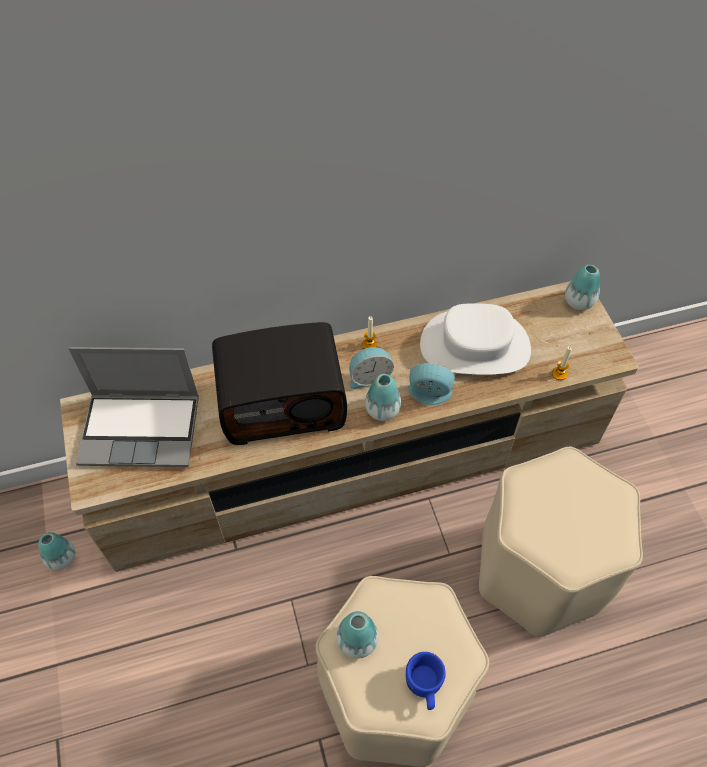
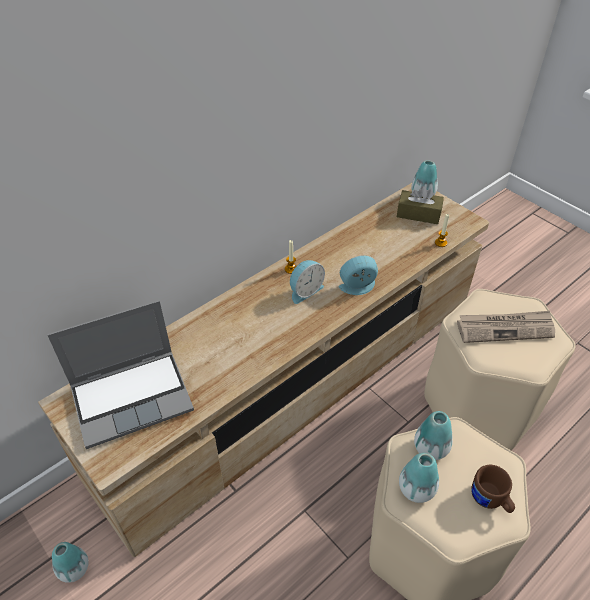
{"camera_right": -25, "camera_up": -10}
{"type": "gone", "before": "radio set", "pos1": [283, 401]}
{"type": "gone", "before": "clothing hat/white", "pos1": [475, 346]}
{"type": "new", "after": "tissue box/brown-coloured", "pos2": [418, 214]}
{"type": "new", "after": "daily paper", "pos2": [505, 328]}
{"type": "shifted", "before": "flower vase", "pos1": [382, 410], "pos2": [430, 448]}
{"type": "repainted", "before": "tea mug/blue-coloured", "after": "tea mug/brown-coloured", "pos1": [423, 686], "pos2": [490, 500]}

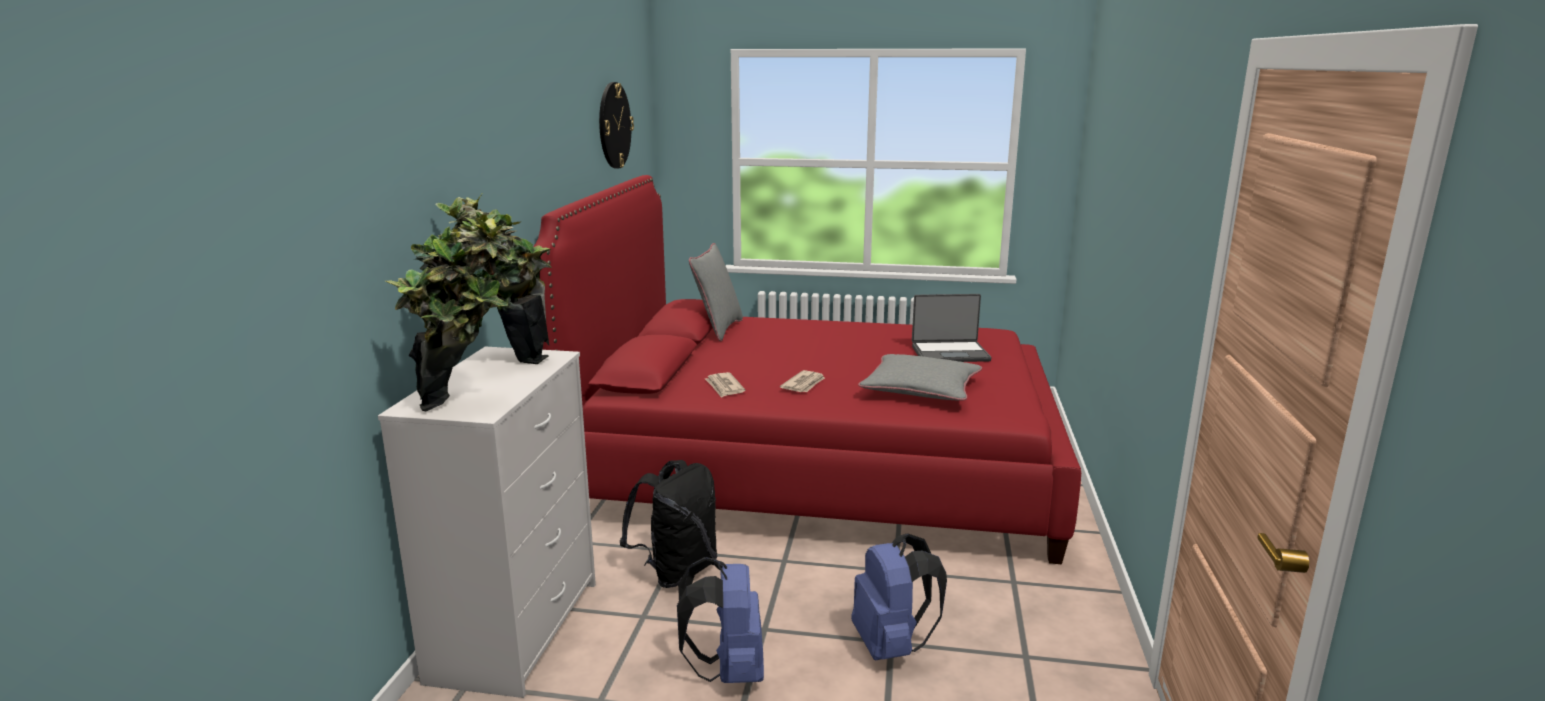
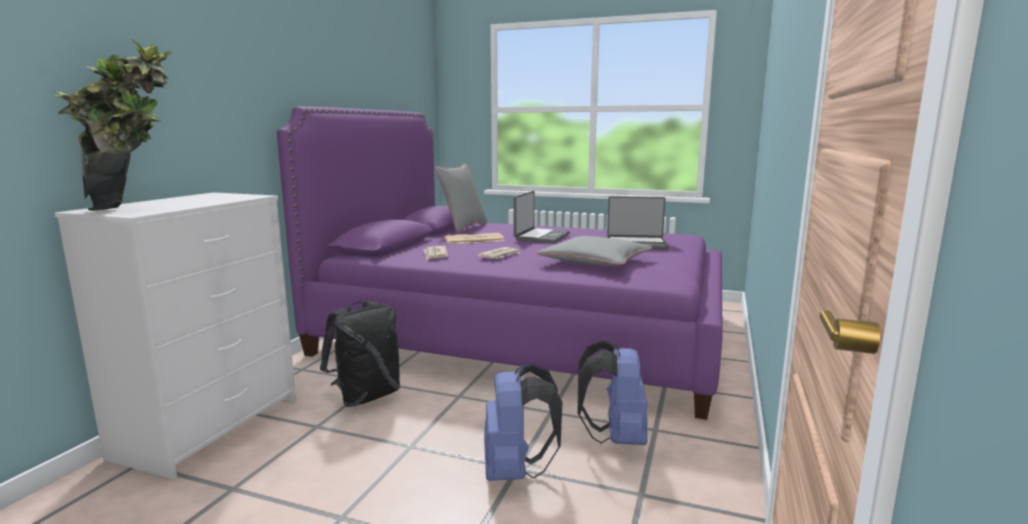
{"camera_right": 10, "camera_up": -5}
{"type": "gone", "before": "plant in a pot", "pos1": [508, 359]}
{"type": "gone", "before": "clock on the wall", "pos1": [614, 125]}
{"type": "new", "after": "daily paper", "pos2": [473, 239]}
{"type": "new", "after": "portable computer", "pos2": [541, 237]}
{"type": "shifted", "before": "knapsack/blue-coloured", "pos1": [728, 671], "pos2": [615, 438]}
{"type": "repainted", "before": "sleeping bed/red", "after": "sleeping bed/purplish", "pos1": [818, 464], "pos2": [526, 333]}

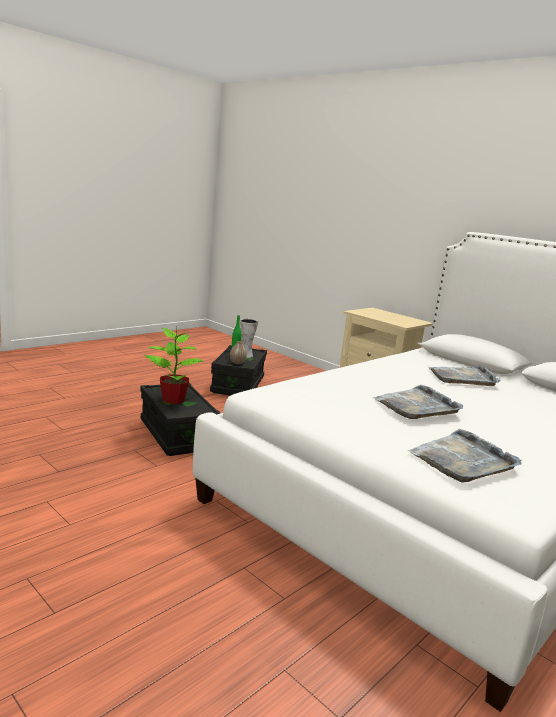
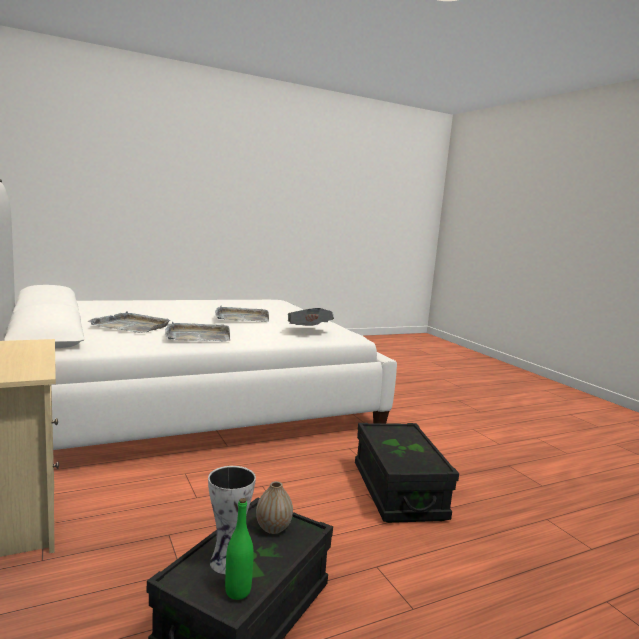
{"camera_right": -160, "camera_up": -5}
{"type": "gone", "before": "plant in a pot", "pos1": [174, 400]}
{"type": "new", "after": "daily paper", "pos2": [309, 330]}
{"type": "shifted", "before": "tray/greyish", "pos1": [463, 460], "pos2": [197, 336]}

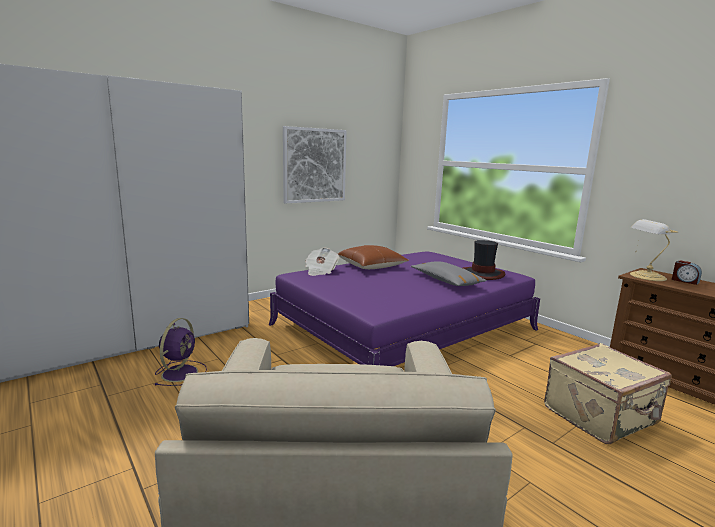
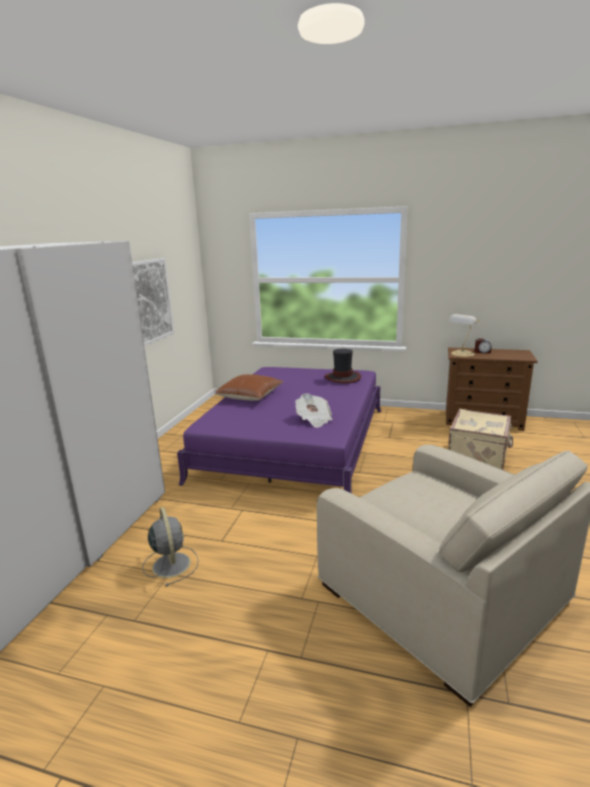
{"camera_right": -35, "camera_up": 5}
{"type": "gone", "before": "cushion/greyish", "pos1": [446, 281]}
{"type": "shifted", "before": "daily paper", "pos1": [320, 271], "pos2": [314, 420]}
{"type": "repainted", "before": "cooling fan/purplish", "after": "cooling fan/greyish", "pos1": [181, 372], "pos2": [171, 564]}

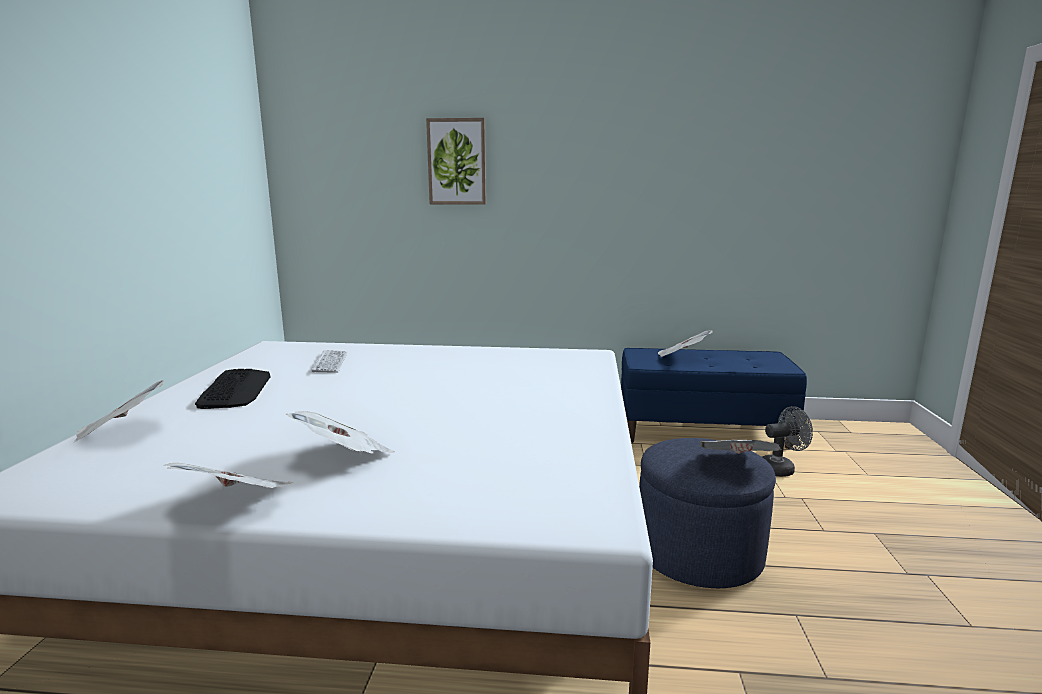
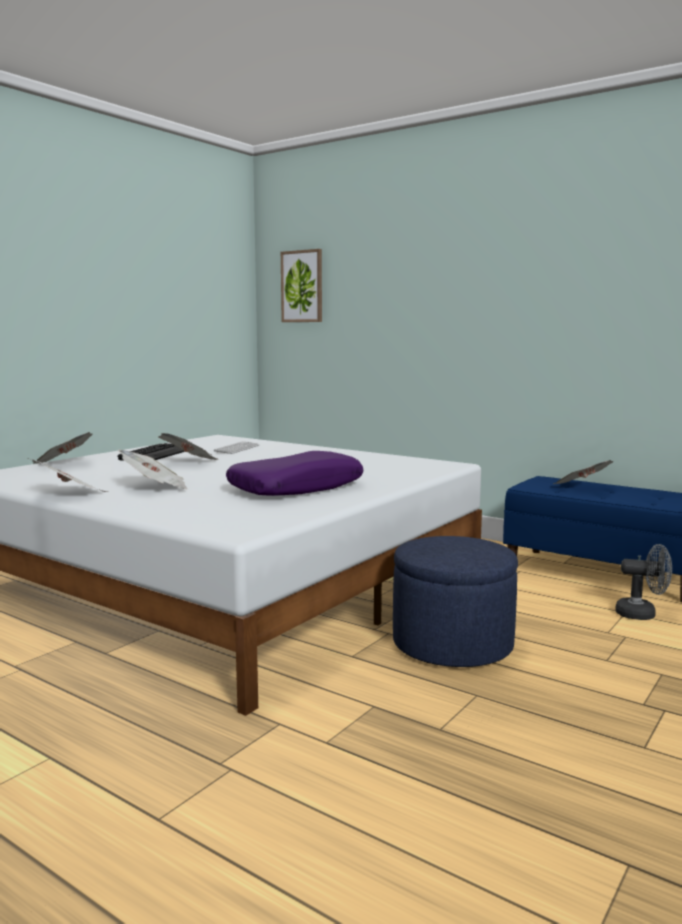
{"camera_right": 30, "camera_up": -5}
{"type": "new", "after": "cushion/purplish", "pos2": [296, 488]}
{"type": "shifted", "before": "wall picture", "pos1": [457, 162], "pos2": [302, 286]}
{"type": "shifted", "before": "daily paper", "pos1": [736, 466], "pos2": [189, 462]}

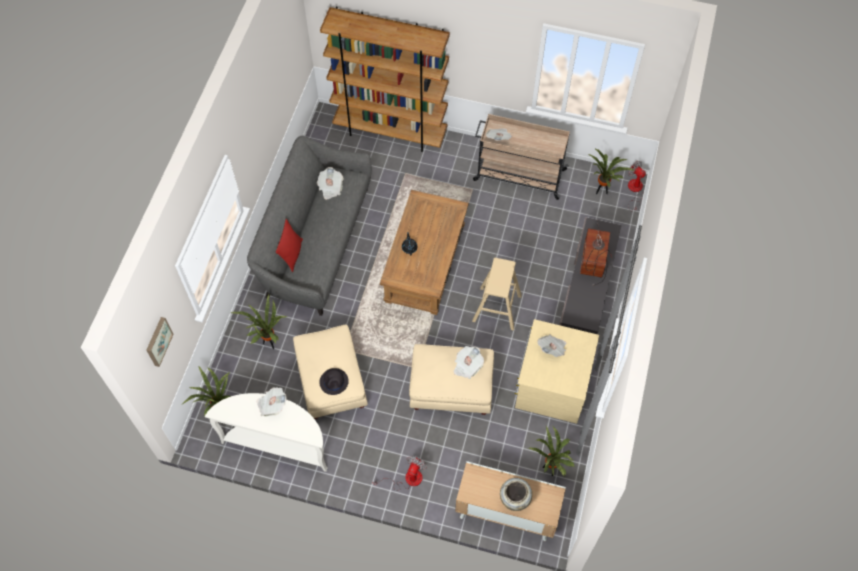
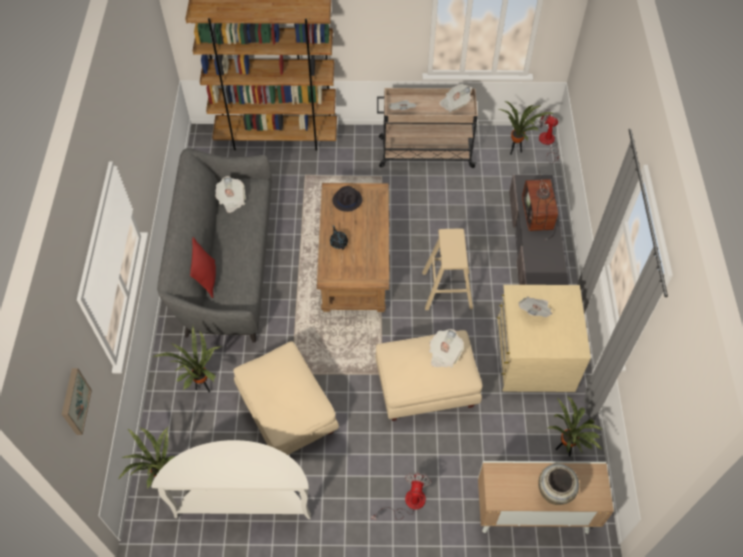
{"camera_right": -15, "camera_up": -5}
{"type": "shifted", "before": "daily paper", "pos1": [272, 405], "pos2": [454, 103]}
{"type": "shifted", "before": "clothing hat/blackish", "pos1": [334, 382], "pos2": [347, 200]}

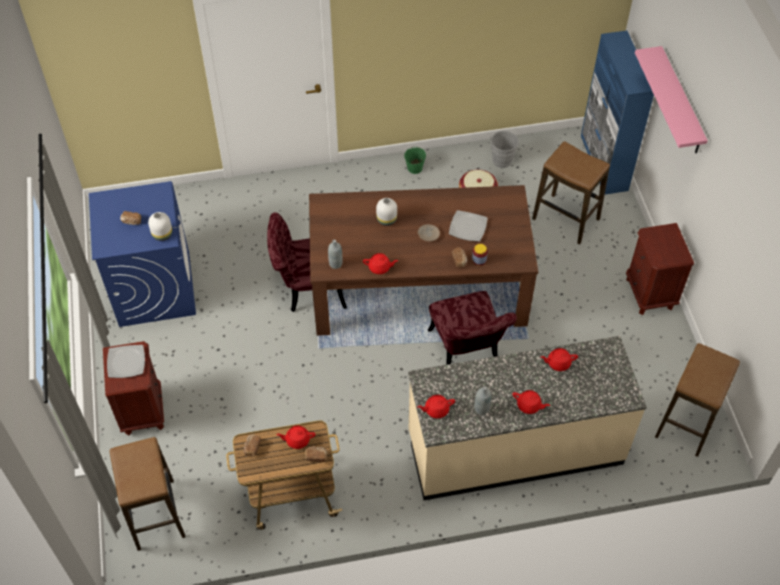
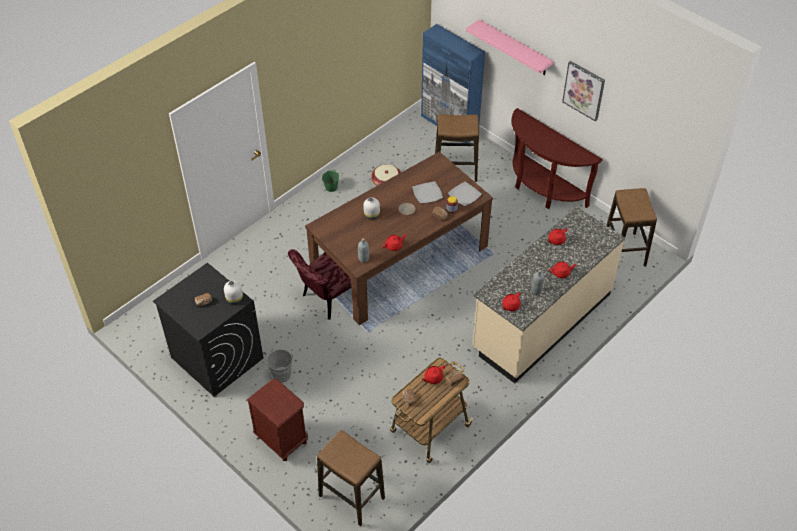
{"camera_right": -35, "camera_up": -5}
{"type": "gone", "before": "plain chair/red", "pos1": [466, 352]}
{"type": "new", "after": "wall picture", "pos2": [584, 90]}
{"type": "shifted", "before": "plate", "pos1": [126, 363], "pos2": [464, 195]}
{"type": "shifted", "before": "pail/greyish", "pos1": [501, 162], "pos2": [282, 377]}
{"type": "swapped", "before": "night table/brown-coloured", "after": "narrow table/brown-coloured", "pos1": [649, 293], "pos2": [542, 189]}
{"type": "repainted", "before": "laundry appliance/blue-coloured", "after": "laundry appliance/blackish", "pos1": [154, 288], "pos2": [216, 357]}

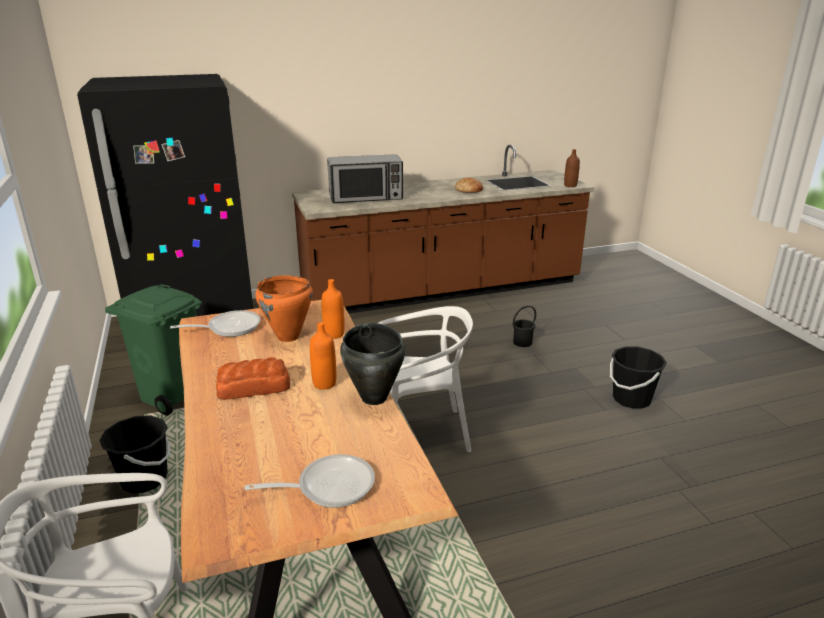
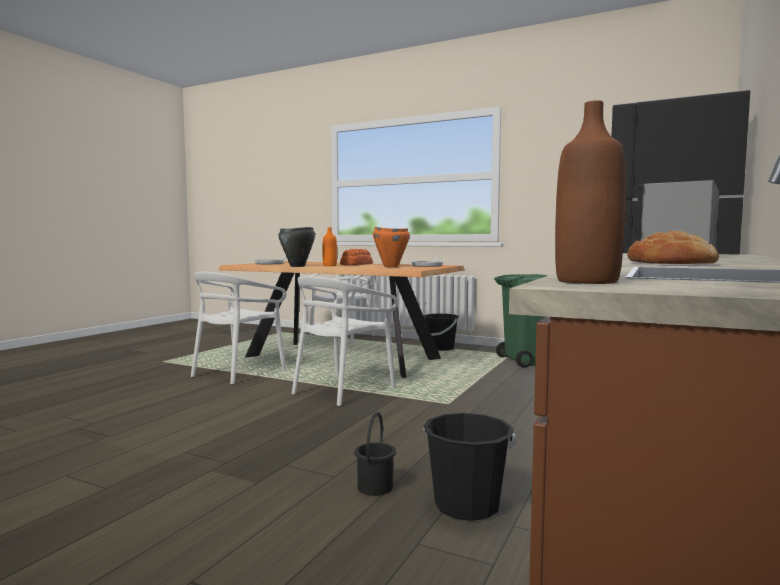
{"camera_right": 135, "camera_up": -20}
{"type": "gone", "before": "beverage bottle/orange", "pos1": [334, 334]}
{"type": "new", "after": "plain chair/white", "pos2": [238, 372]}
{"type": "shifted", "before": "pail/blackish", "pos1": [631, 399], "pos2": [467, 505]}

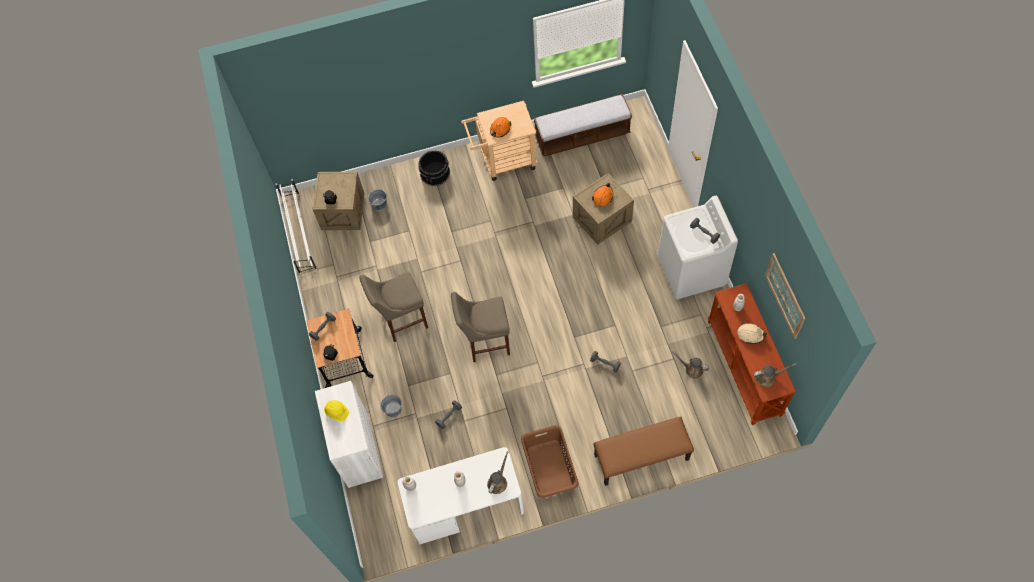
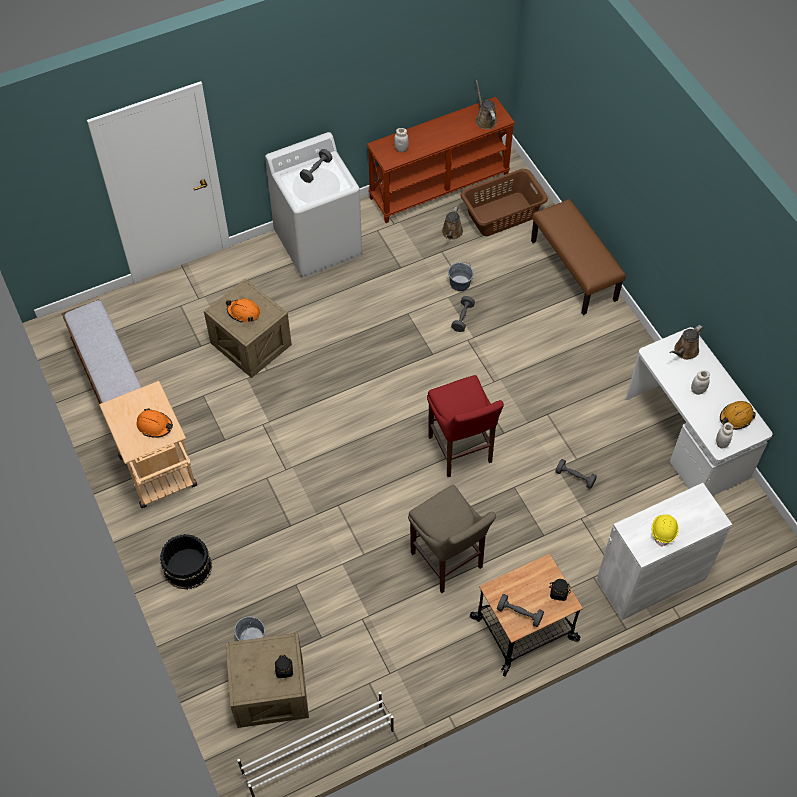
{"camera_right": -105, "camera_up": -5}
{"type": "gone", "before": "hard hat/sand-coloured", "pos1": [750, 334]}
{"type": "gone", "before": "wall picture", "pos1": [785, 295]}
{"type": "new", "after": "hard hat/orange", "pos2": [736, 417]}
{"type": "shifted", "before": "pail/greyish", "pos1": [393, 409], "pos2": [459, 283]}
{"type": "shifted", "before": "hamper/brown-coloured", "pos1": [549, 468], "pos2": [502, 214]}
{"type": "repainted", "before": "sitting stool/sand-coloured", "after": "sitting stool/red", "pos1": [485, 343], "pos2": [461, 452]}
{"type": "rotated", "before": "sprinkling can/brown-coloured", "pos1": [498, 482], "pos2": [684, 351], "turn": -60}

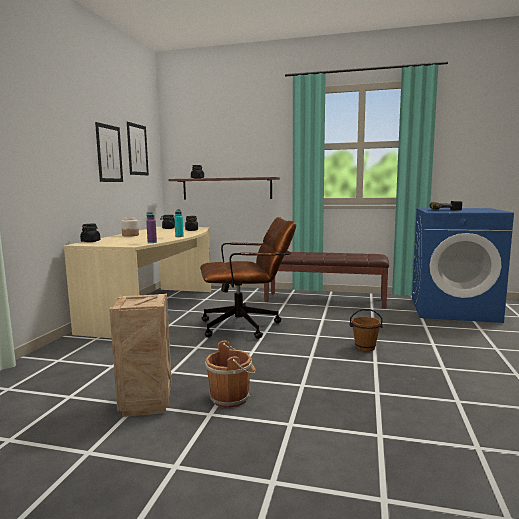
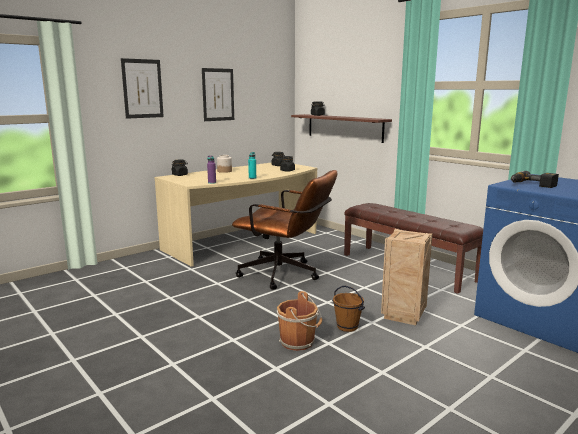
{"camera_right": 35, "camera_up": 5}
{"type": "shifted", "before": "shipping crate", "pos1": [145, 403], "pos2": [403, 315]}
{"type": "shifted", "before": "wall picture", "pos1": [137, 149], "pos2": [142, 88]}
{"type": "shifted", "before": "pail/brown-coloured", "pos1": [231, 397], "pos2": [299, 342]}

